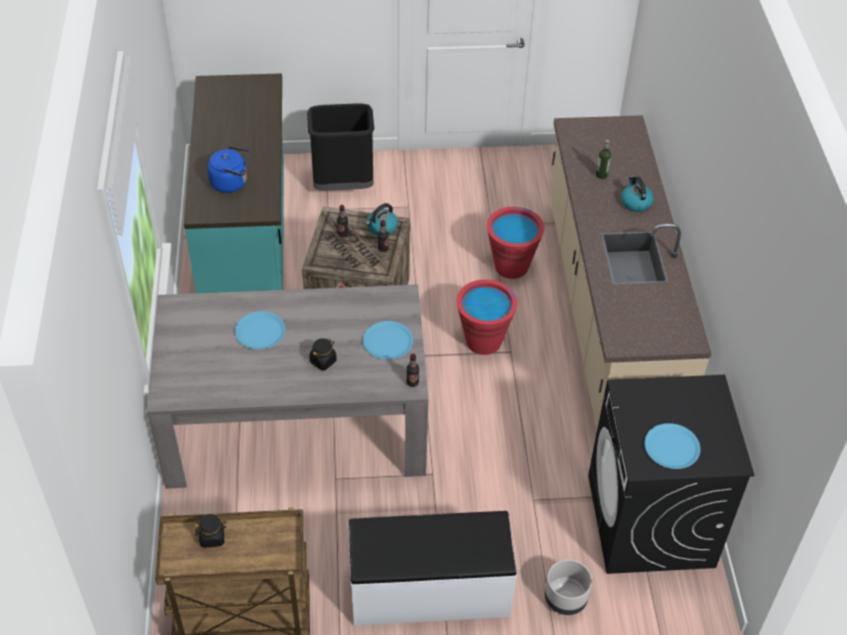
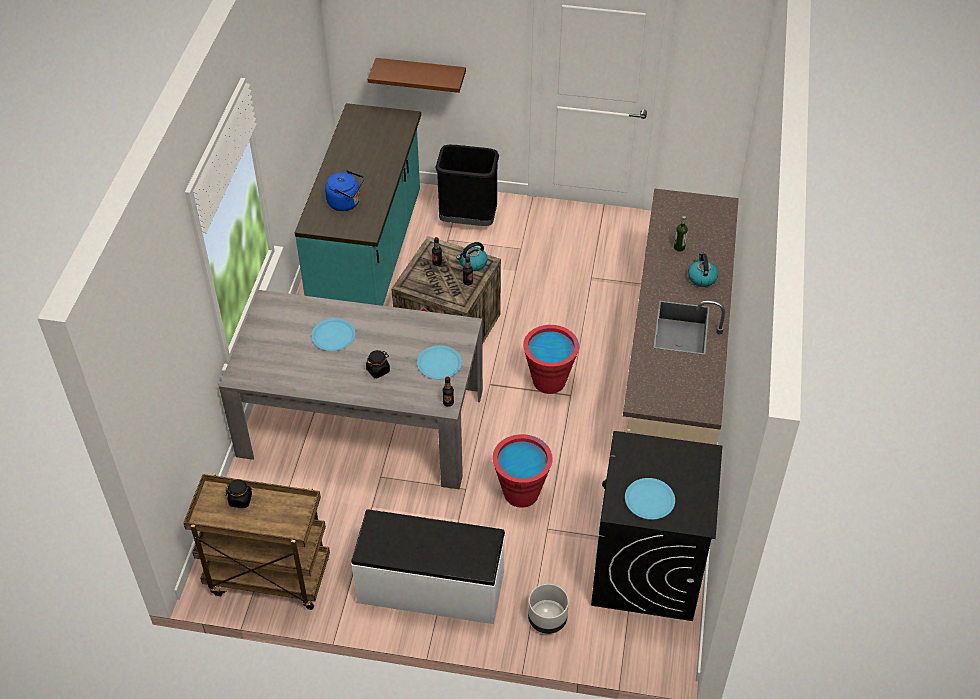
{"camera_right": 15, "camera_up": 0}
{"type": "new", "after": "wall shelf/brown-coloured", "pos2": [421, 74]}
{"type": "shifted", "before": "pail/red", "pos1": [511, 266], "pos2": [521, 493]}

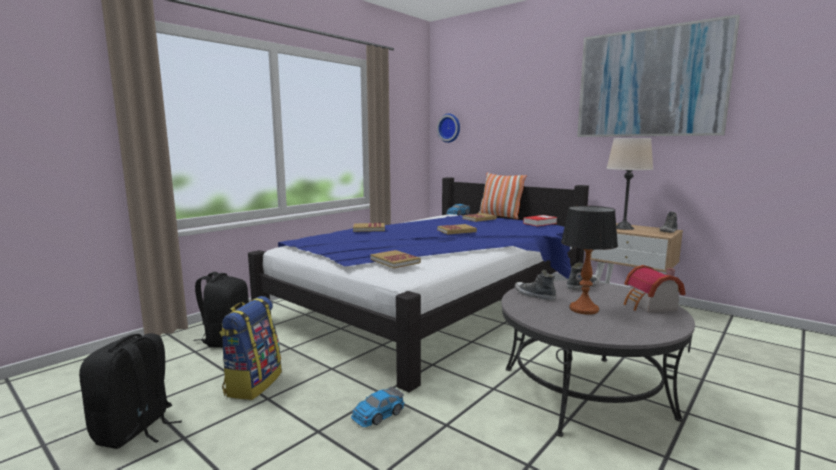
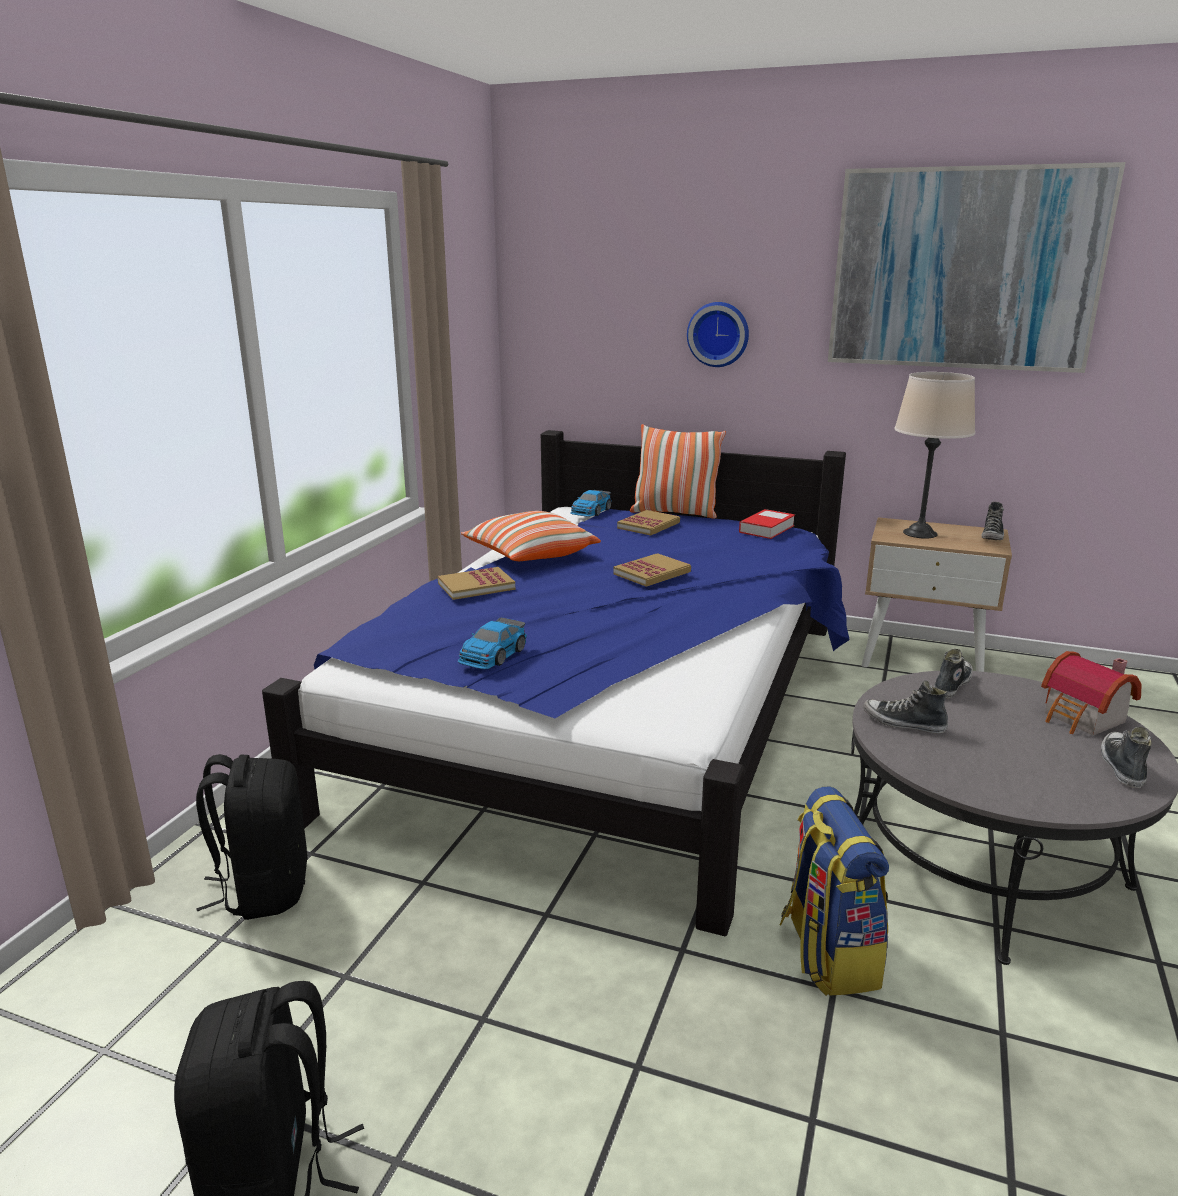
{"camera_right": -20, "camera_up": 10}
{"type": "gone", "before": "volume", "pos1": [395, 261]}
{"type": "gone", "before": "table lamp", "pos1": [583, 309]}
{"type": "new", "after": "cushion", "pos2": [529, 556]}
{"type": "new", "after": "item of footwear", "pos2": [1121, 766]}
{"type": "shifted", "before": "knapsack", "pos1": [253, 383], "pos2": [827, 953]}
{"type": "shifted", "before": "miniature car", "pos1": [378, 414], "pos2": [493, 655]}
{"type": "shifted", "before": "clock on the wall", "pos1": [450, 128], "pos2": [718, 334]}

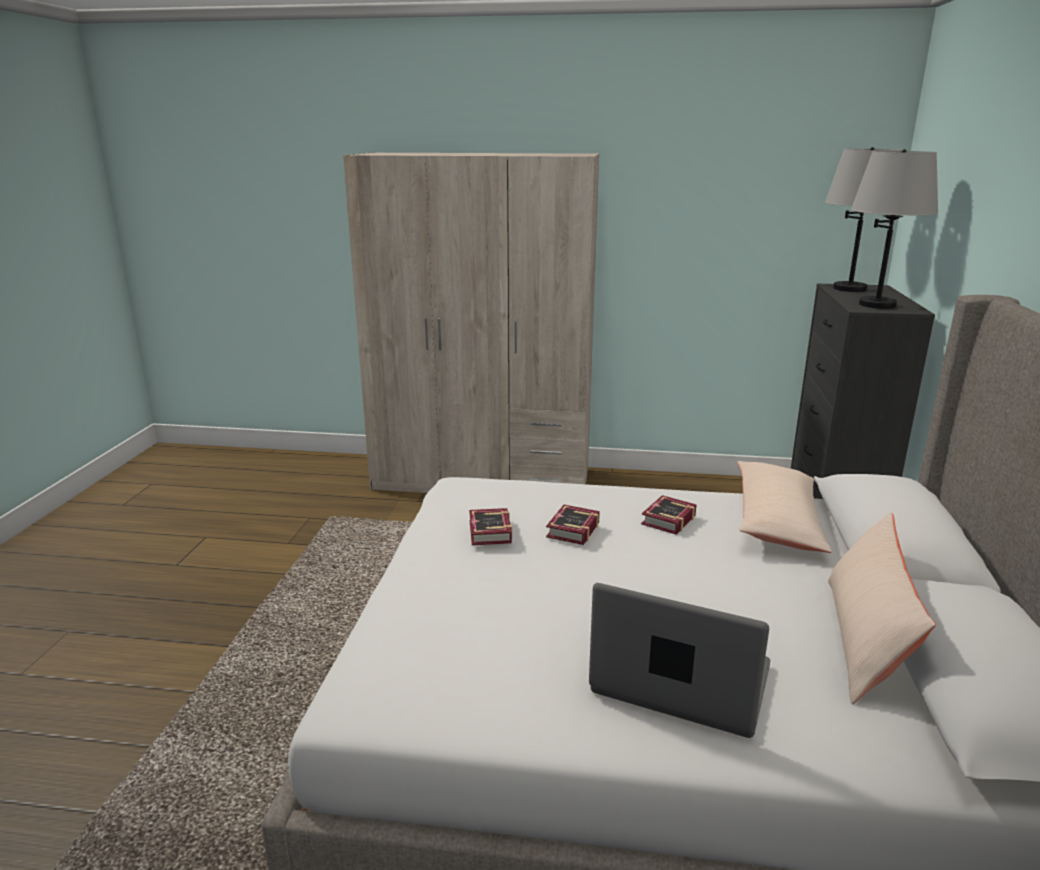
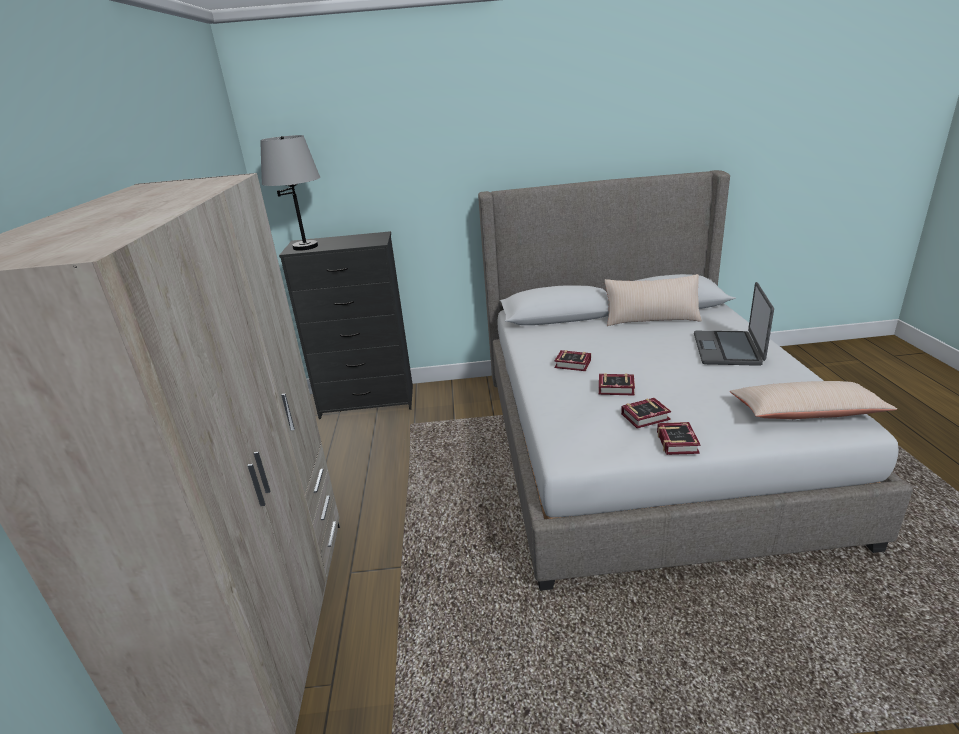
{"camera_right": -100, "camera_up": 5}
{"type": "gone", "before": "table lamp/greyish", "pos1": [877, 305]}
{"type": "new", "after": "volume", "pos2": [678, 441]}
{"type": "shifted", "before": "cushion/sand-coloured", "pos1": [777, 520], "pos2": [805, 413]}

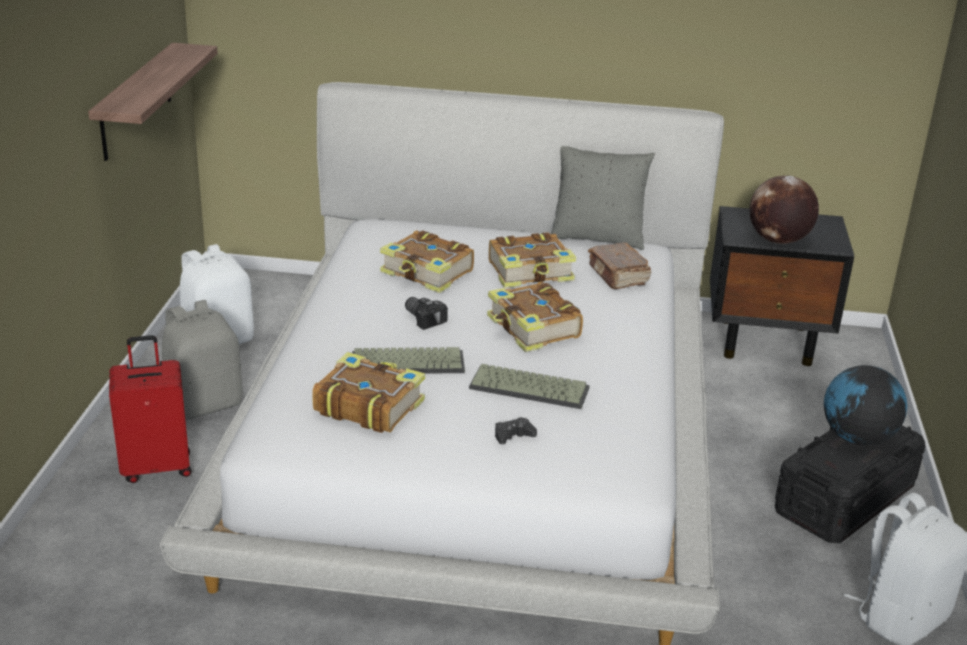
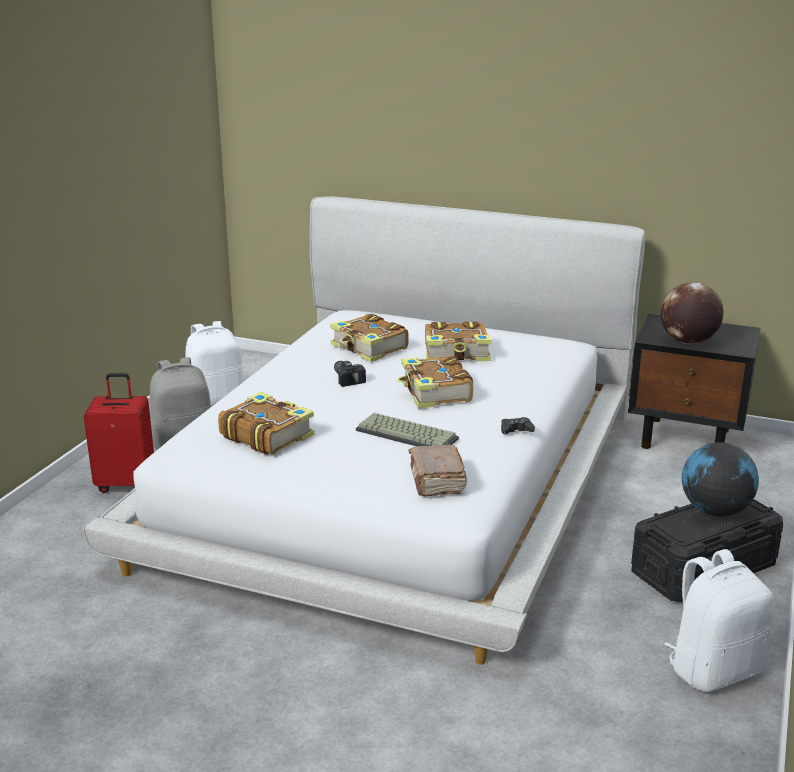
{"camera_right": 15, "camera_up": -5}
{"type": "gone", "before": "wall shelf", "pos1": [136, 101]}
{"type": "gone", "before": "keyboard", "pos1": [409, 362]}
{"type": "gone", "before": "cushion/greyish", "pos1": [597, 238]}
{"type": "shifted", "before": "joypad/blackish", "pos1": [513, 435], "pos2": [516, 430]}
{"type": "shifted", "before": "volume/brown-coloured", "pos1": [618, 276], "pos2": [436, 481]}

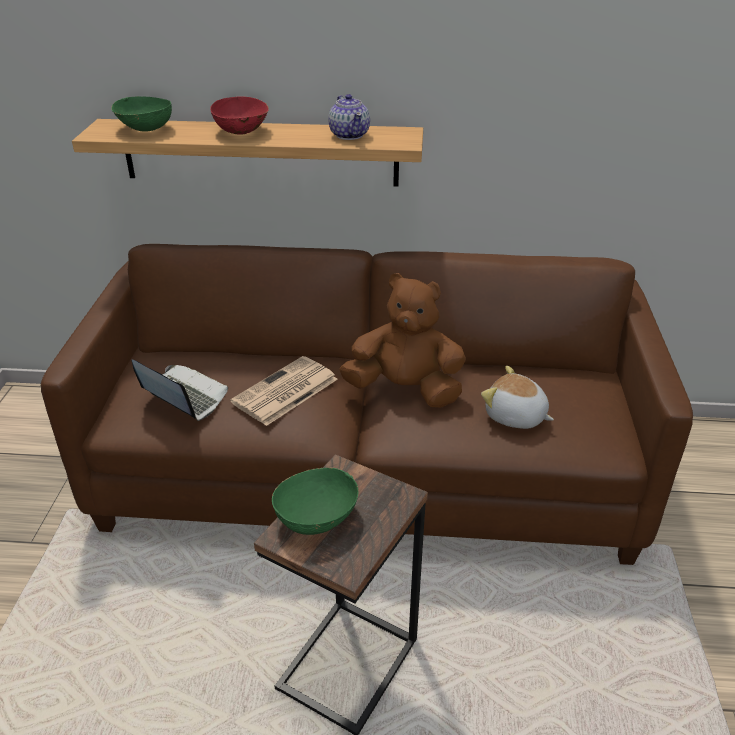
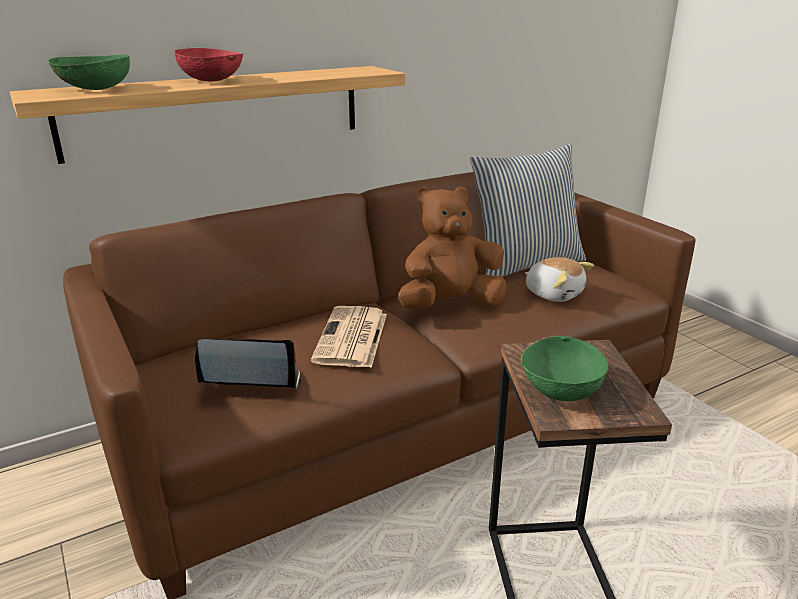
{"camera_right": -35, "camera_up": -10}
{"type": "gone", "before": "pot for tea", "pos1": [349, 135]}
{"type": "new", "after": "cushion", "pos2": [525, 264]}
{"type": "rotated", "before": "cuddly toy", "pos1": [515, 416], "pos2": [554, 294], "turn": -135}

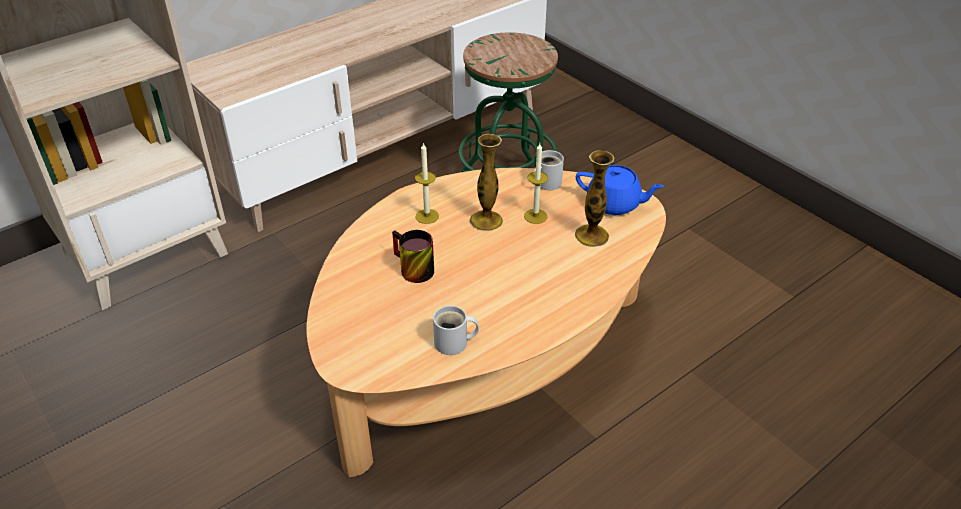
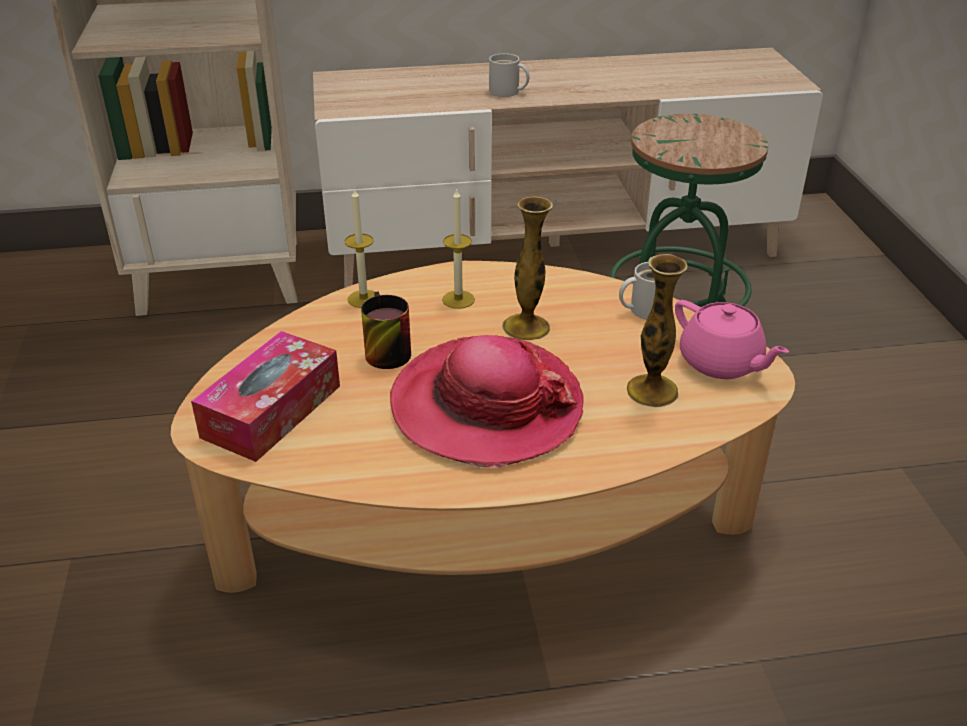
{"camera_right": 30, "camera_up": -5}
{"type": "new", "after": "tissue box", "pos2": [272, 411]}
{"type": "new", "after": "clothing hat", "pos2": [486, 406]}
{"type": "shifted", "before": "tea mug/white", "pos1": [454, 343], "pos2": [506, 92]}
{"type": "shifted", "before": "wax candle", "pos1": [535, 216], "pos2": [363, 299]}
{"type": "repainted", "before": "pot for tea/blue-coloured", "after": "pot for tea/pink", "pos1": [614, 204], "pos2": [721, 363]}

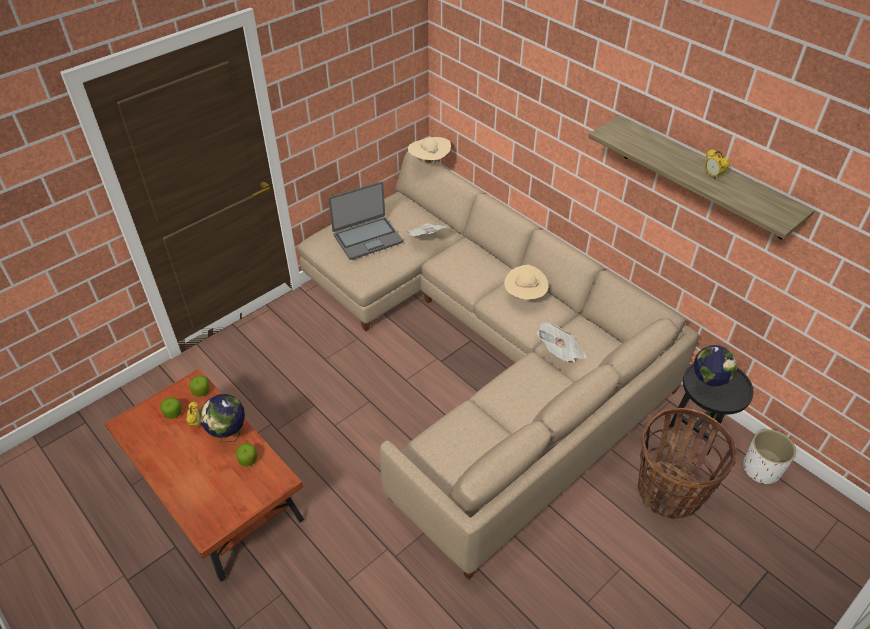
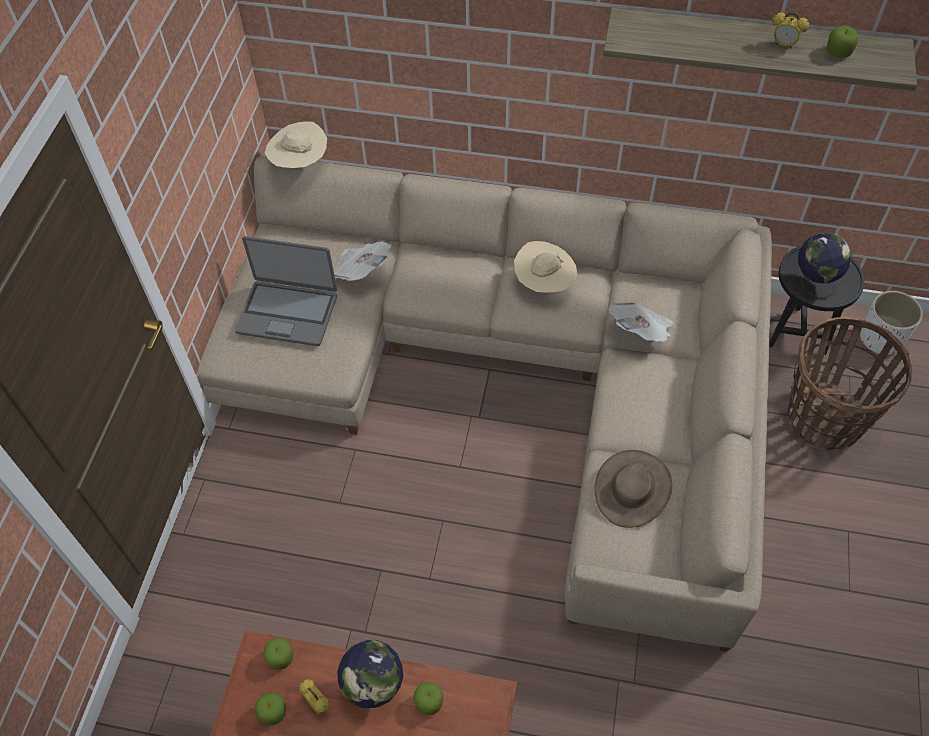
{"camera_right": -35, "camera_up": 10}
{"type": "new", "after": "clothing hat/brown-coloured", "pos2": [632, 489]}
{"type": "new", "after": "apple", "pos2": [838, 52]}
{"type": "rotated", "before": "portable computer", "pos1": [367, 238], "pos2": [288, 312], "turn": 75}

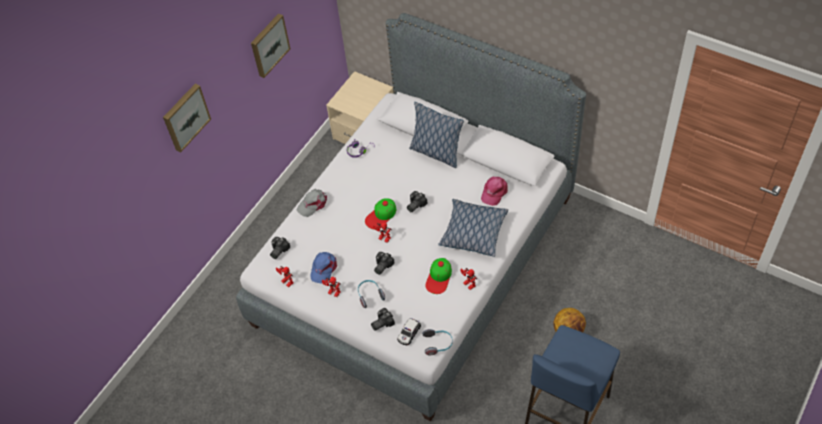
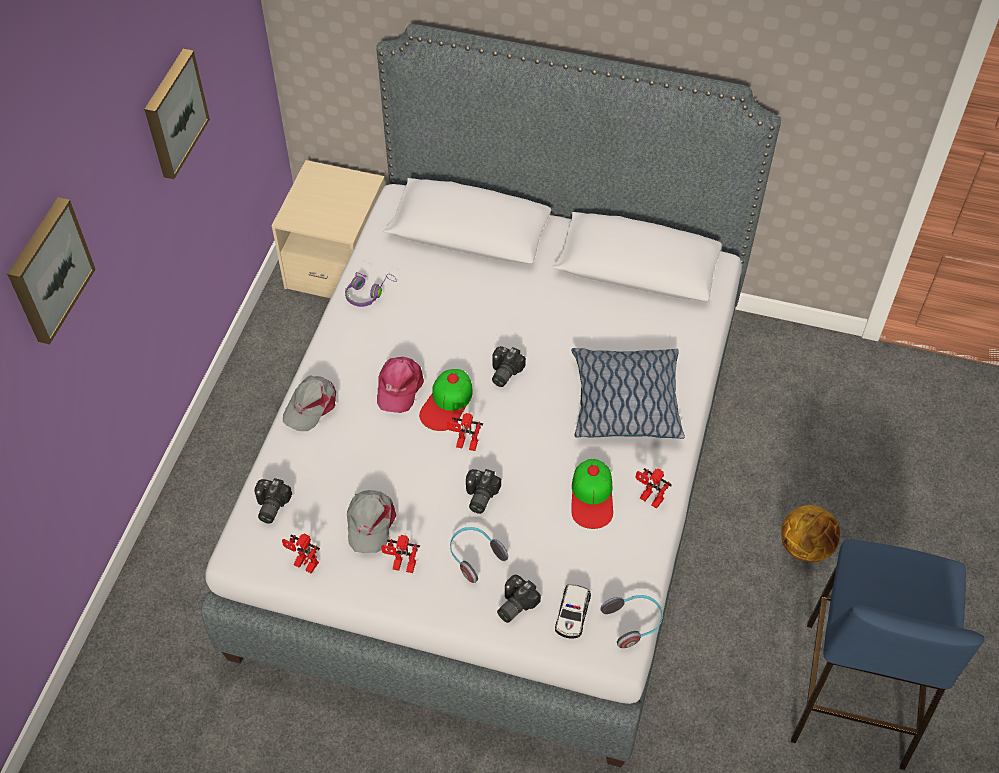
{"camera_right": -20, "camera_up": 0}
{"type": "gone", "before": "cushion", "pos1": [435, 152]}
{"type": "shifted", "before": "cap/pink", "pos1": [494, 192], "pos2": [399, 386]}
{"type": "repainted", "before": "cap/blue-coloured", "after": "cap/greyish", "pos1": [323, 268], "pos2": [370, 522]}

